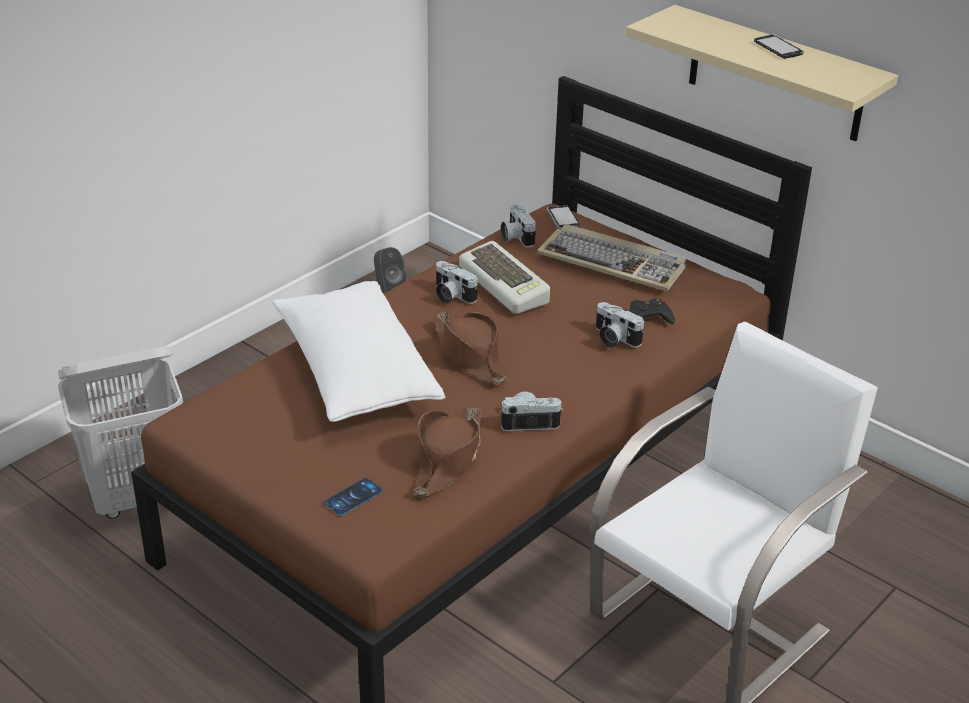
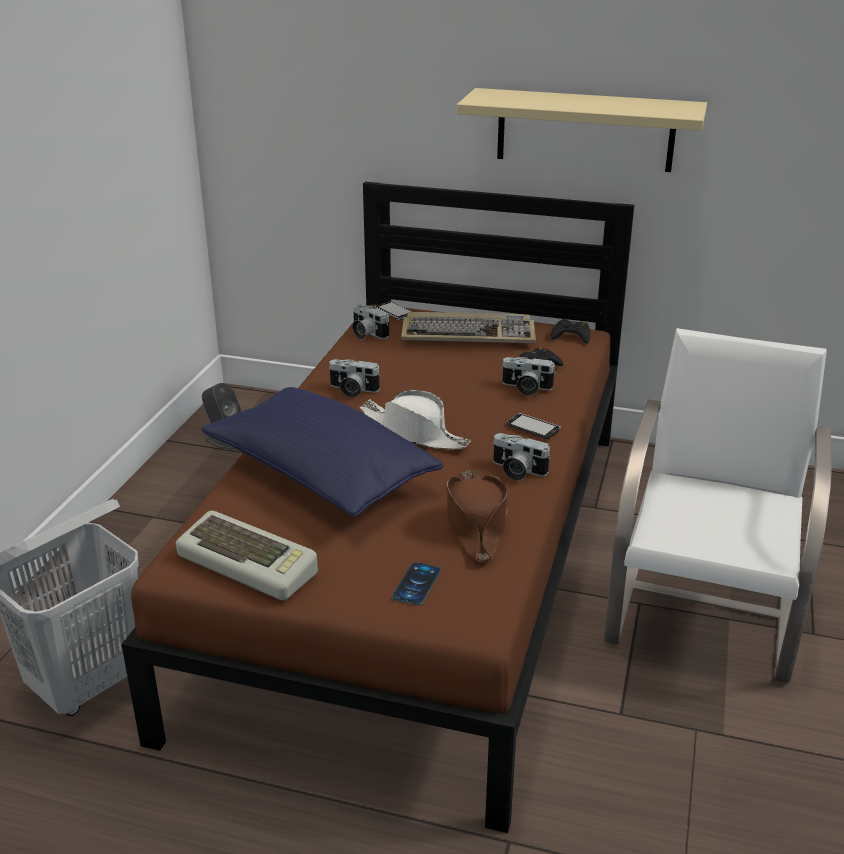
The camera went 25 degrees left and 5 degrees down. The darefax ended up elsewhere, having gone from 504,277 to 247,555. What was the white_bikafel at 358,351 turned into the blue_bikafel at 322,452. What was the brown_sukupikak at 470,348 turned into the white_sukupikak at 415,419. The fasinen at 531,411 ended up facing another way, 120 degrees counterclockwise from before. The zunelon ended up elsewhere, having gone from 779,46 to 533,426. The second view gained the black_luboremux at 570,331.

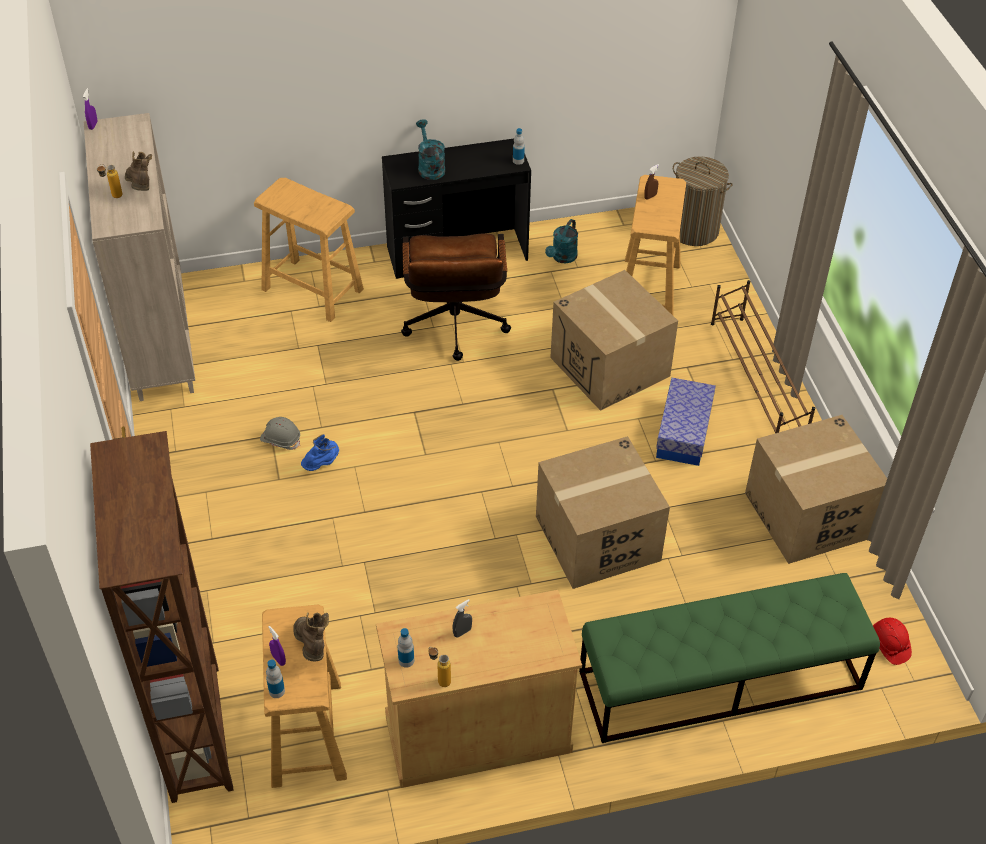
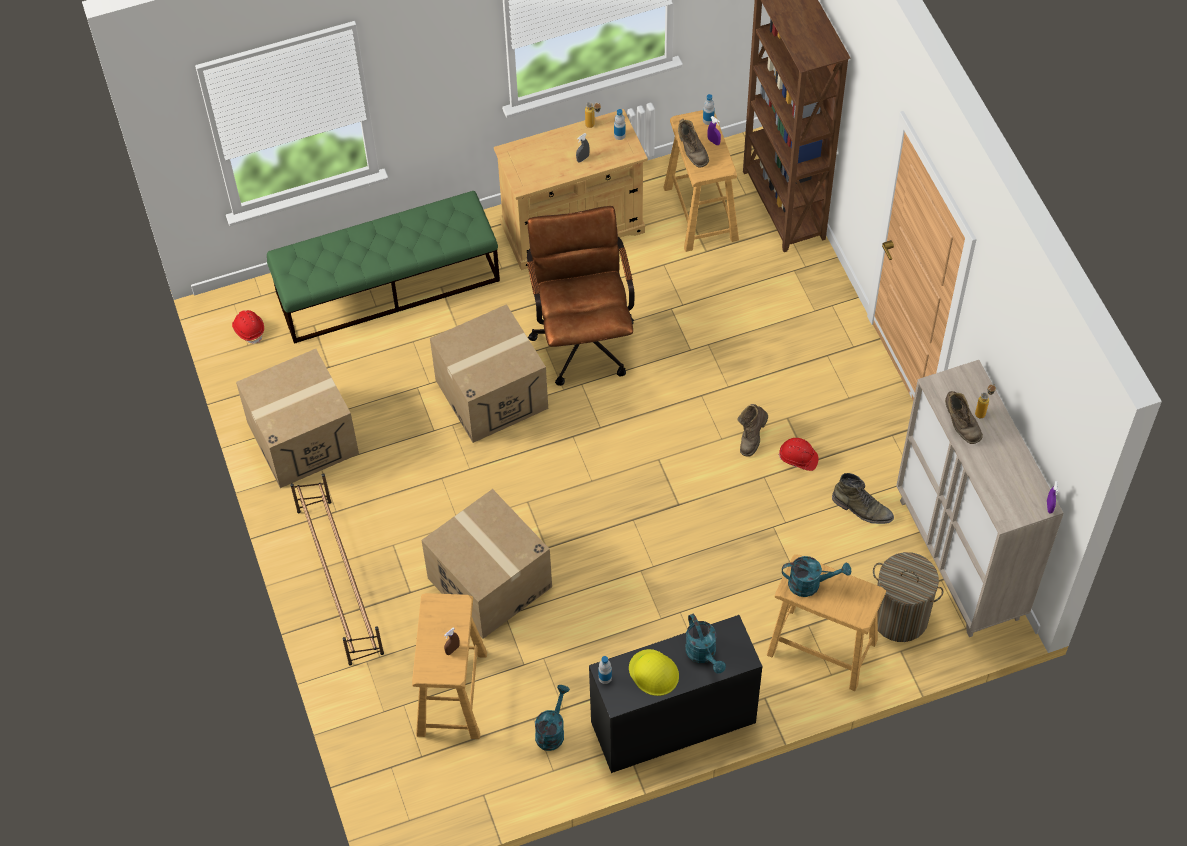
The camera went 175 degrees right and 10 degrees up. The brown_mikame ended up elsewhere, having gone from 456,297 to 581,296. The second view gained the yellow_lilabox at 654,672. What was the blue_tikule at 320,452 turned into the brown_tikule at 752,430. What was the grey_lilabox at 280,433 turned into the red_lilabox at 799,454. The second view gained the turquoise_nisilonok at 816,576. The second view gained the green_tikule at 863,498. The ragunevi ended up elsewhere, having gone from 703,201 to 908,597. The second view lost the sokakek at 686,422.

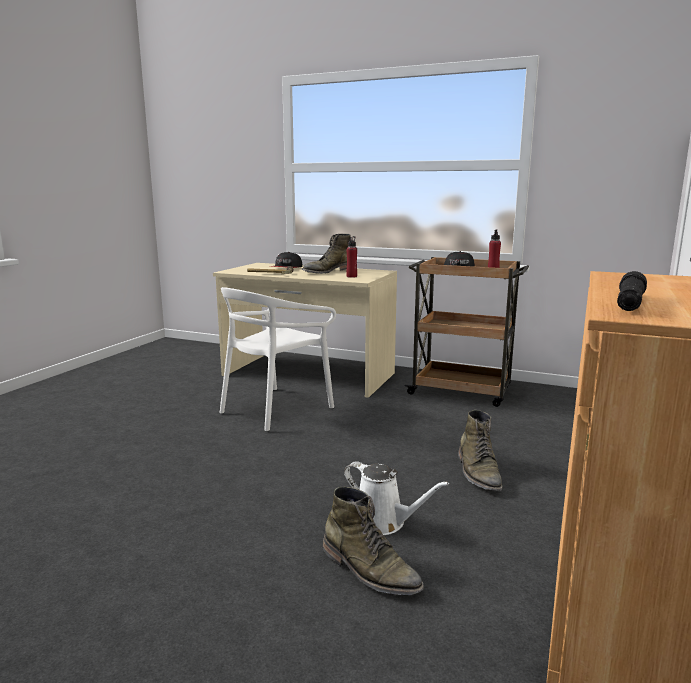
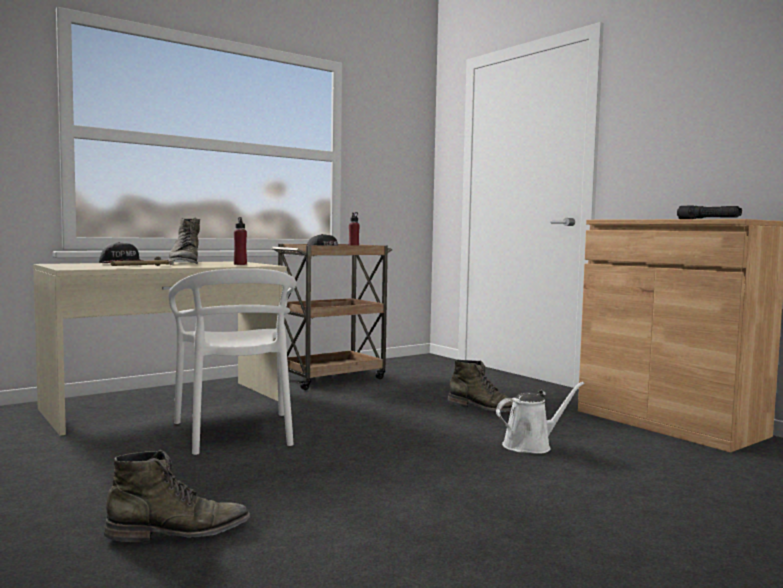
The camera went 60 degrees left and 10 degrees down. The green_tikule ended up elsewhere, having gone from 373,541 to 177,496.

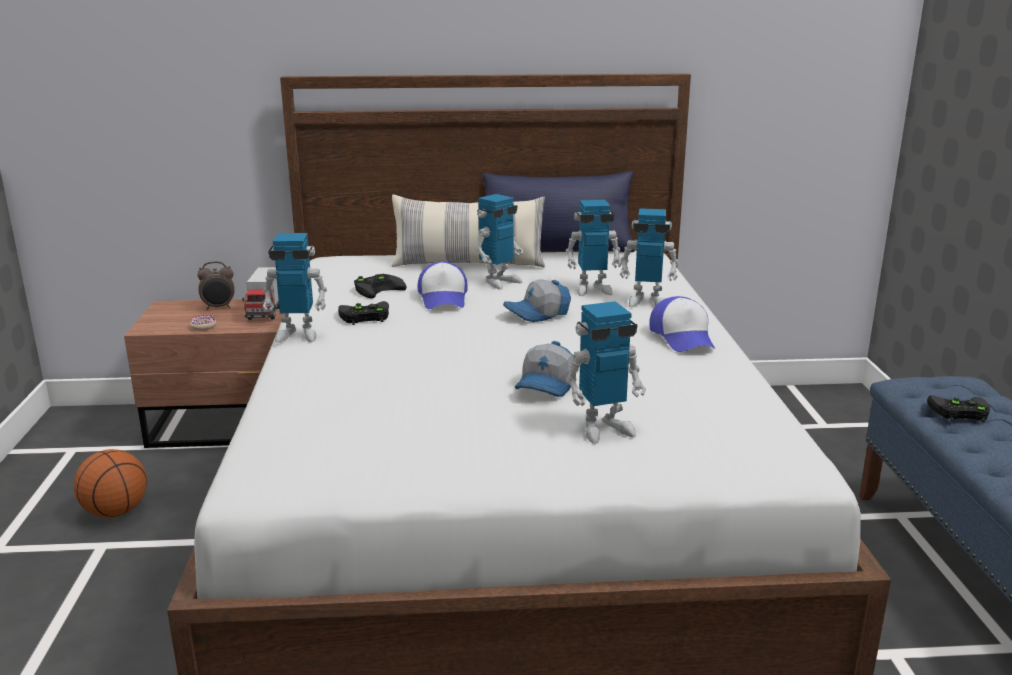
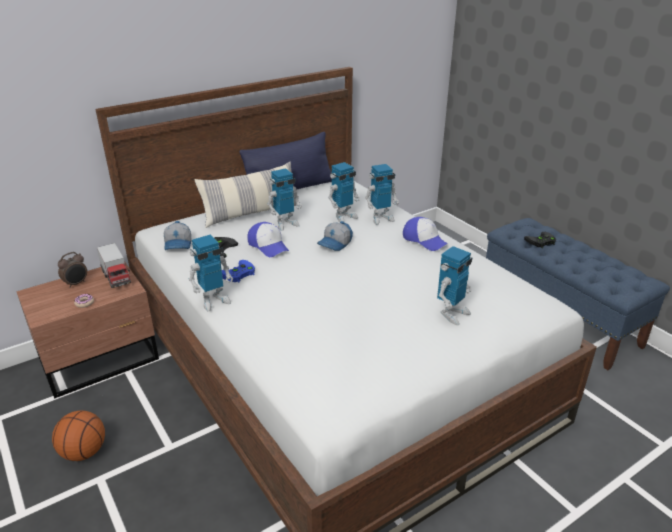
The camera went 30 degrees left and 10 degrees up. The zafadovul ended up elsewhere, having gone from 544,369 to 178,235. What was the black_luboremux at 363,313 turned into the blue_luboremux at 238,271. The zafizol at 499,242 ended up facing another way, 45 degrees clockwise from before.

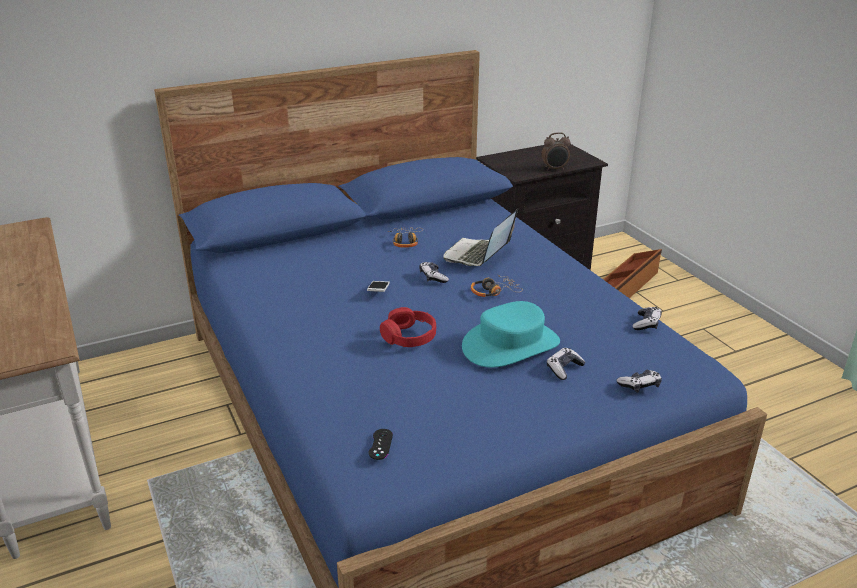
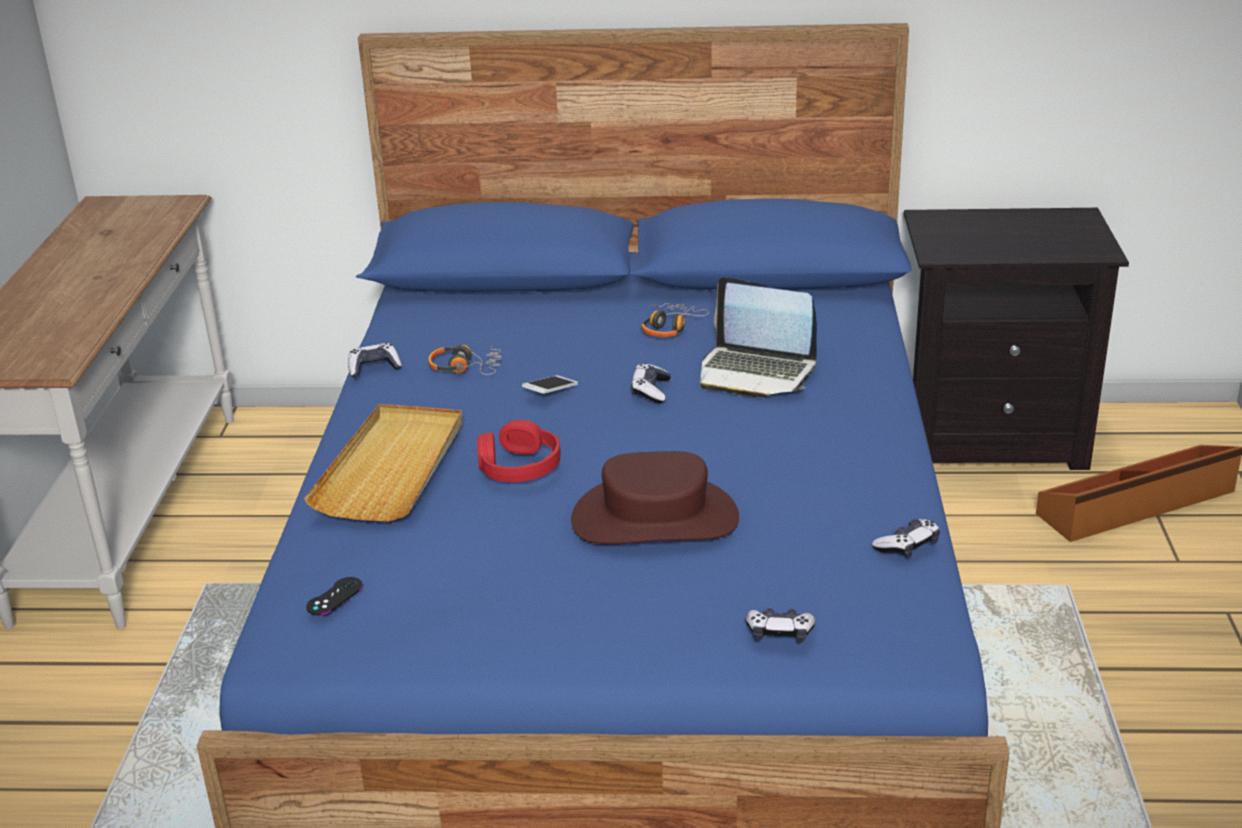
The camera went 30 degrees right and 0 degrees up. The second view gained the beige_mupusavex at 383,463. The luboremux ended up elsewhere, having gone from 566,364 to 375,360. The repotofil ended up elsewhere, having gone from 497,285 to 465,360. What was the turquoise_sukupikak at 511,334 turned into the brown_sukupikak at 655,497. The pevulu at 480,237 ended up facing another way, 120 degrees counterclockwise from before. The second view lost the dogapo at 556,151.

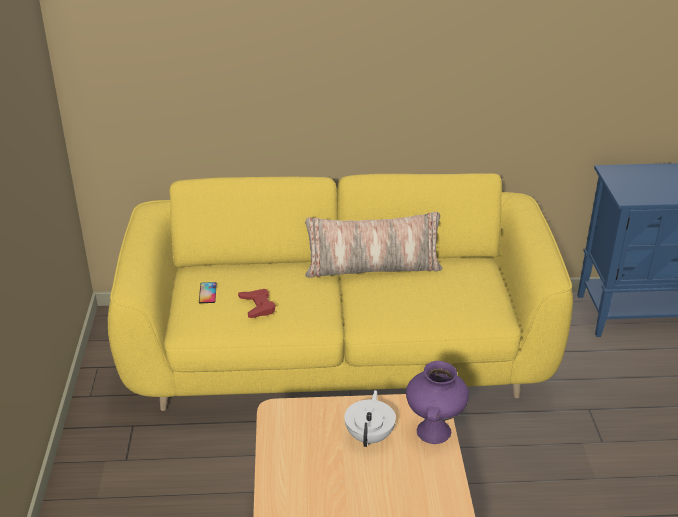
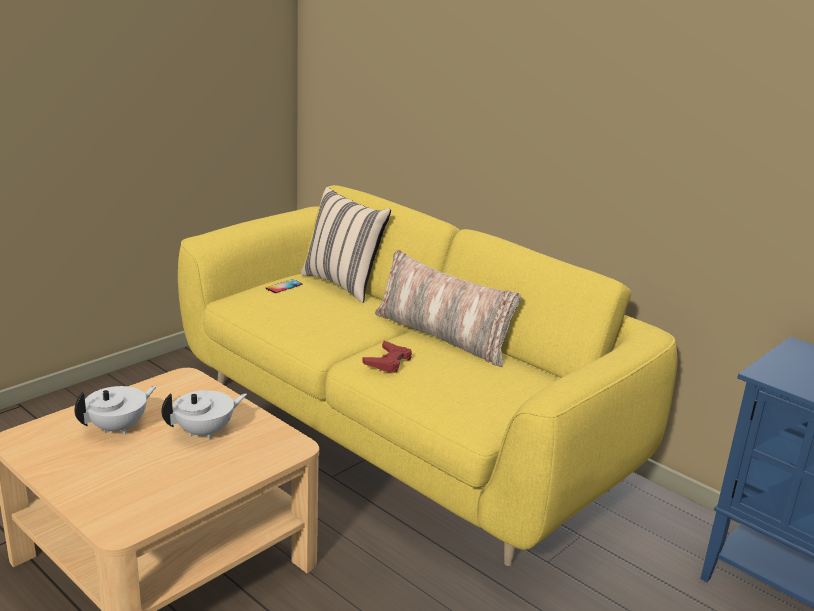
The camera went 45 degrees right and 10 degrees down. The second view gained the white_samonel at 115,410. The second view gained the beige_bikafel at 346,245. The red_luboremux ended up elsewhere, having gone from 257,303 to 387,357. The second view lost the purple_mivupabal at 437,402.

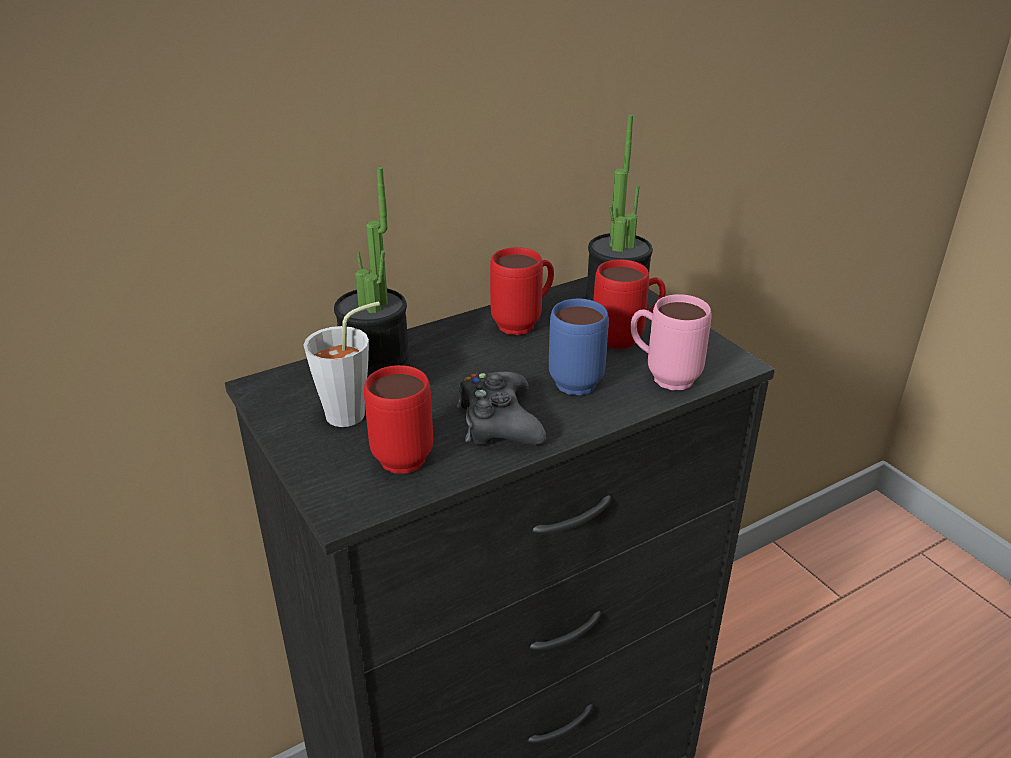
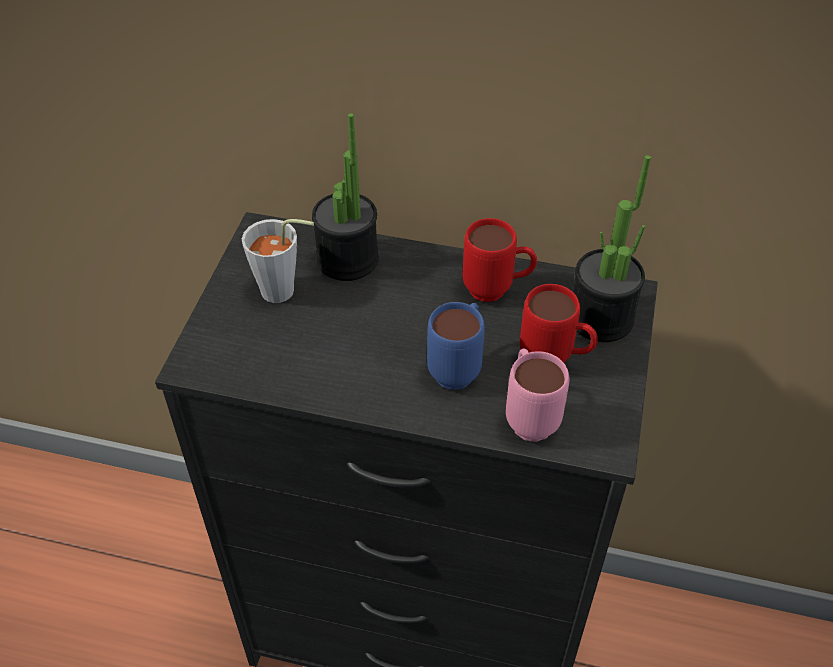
The camera went 45 degrees right and 15 degrees up. The second view lost the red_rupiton at 398,419. The second view lost the black_luboremux at 501,408.

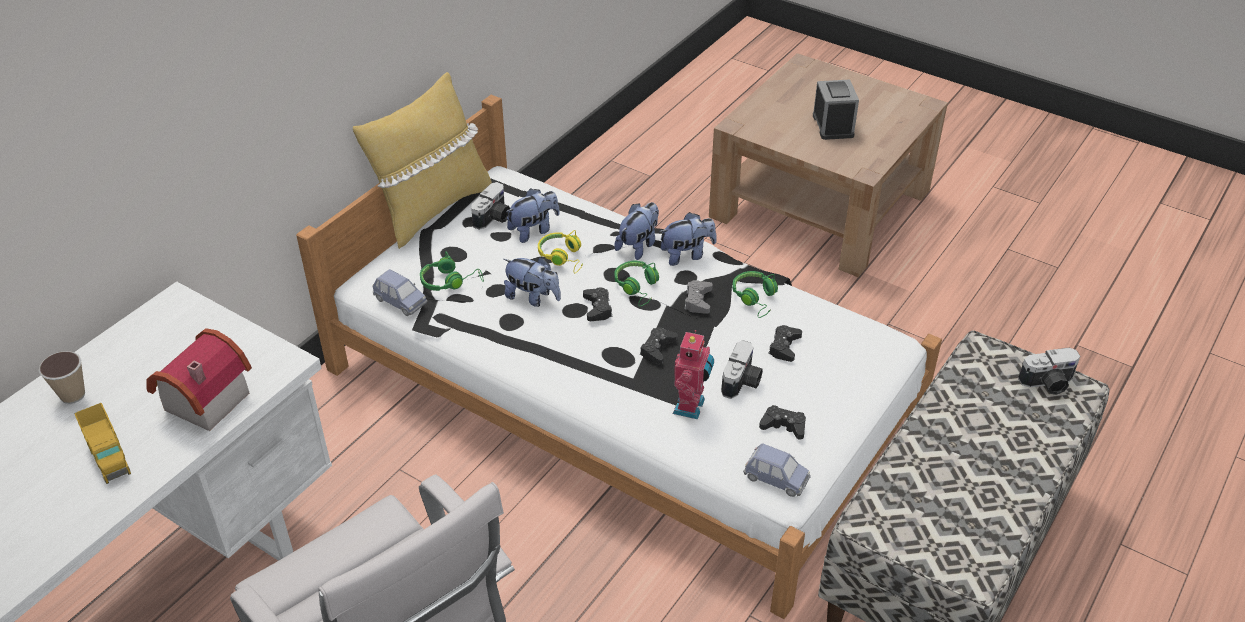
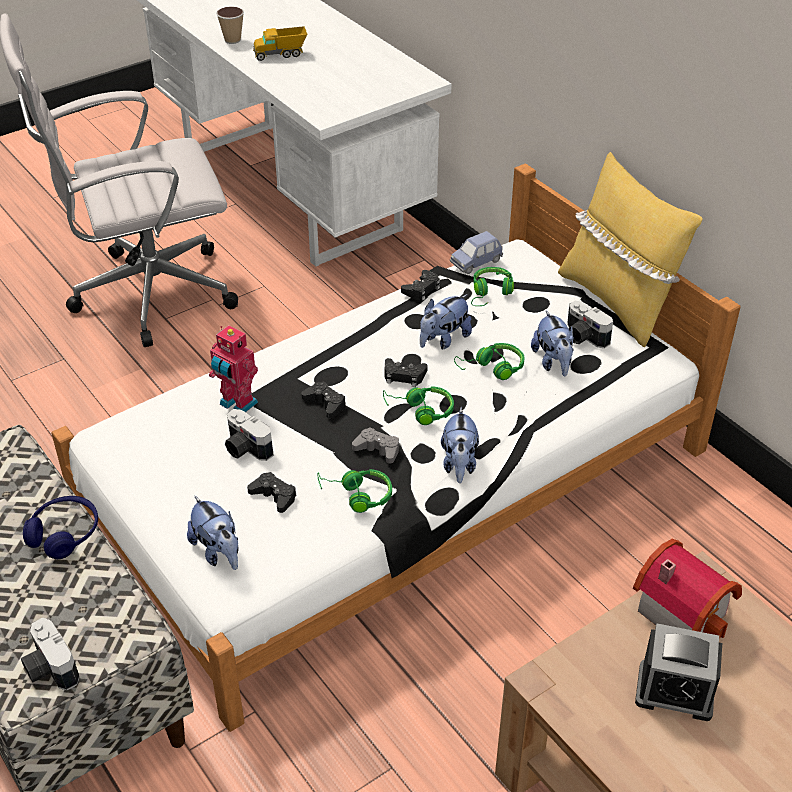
The camera went 110 degrees right and 0 degrees up. The fasinen at 1049,371 ended up facing another way, 45 degrees counterclockwise from before. The second view gained the blue_repotofil at 60,527. The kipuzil ended up elsewhere, having gone from 636,231 to 213,533. The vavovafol ended up elsewhere, having gone from 62,377 to 230,25. The black_luboremux ended up elsewhere, having gone from 782,422 to 420,285. What was the yellow_repotofil at 561,251 turned into the green_repotofil at 489,361. The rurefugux ended up elsewhere, having gone from 199,379 to 687,588. The second view lost the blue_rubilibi at 777,470.

